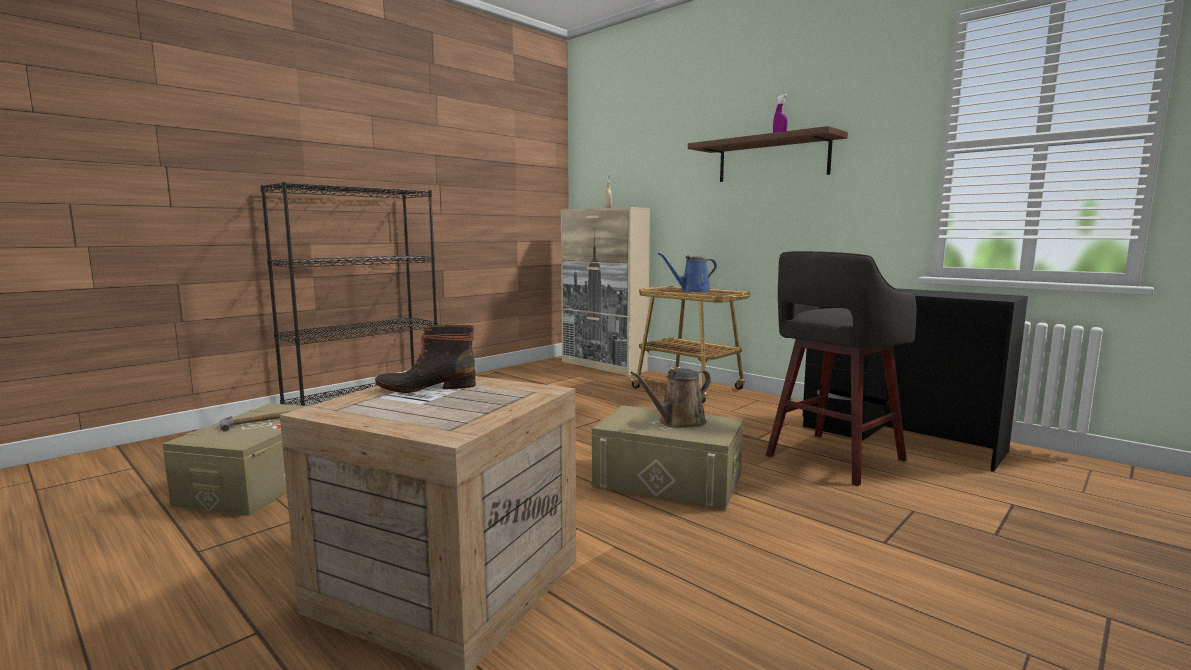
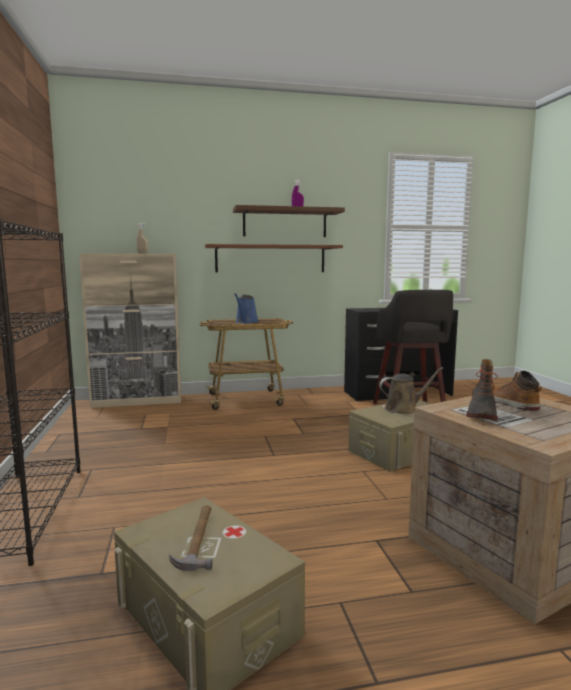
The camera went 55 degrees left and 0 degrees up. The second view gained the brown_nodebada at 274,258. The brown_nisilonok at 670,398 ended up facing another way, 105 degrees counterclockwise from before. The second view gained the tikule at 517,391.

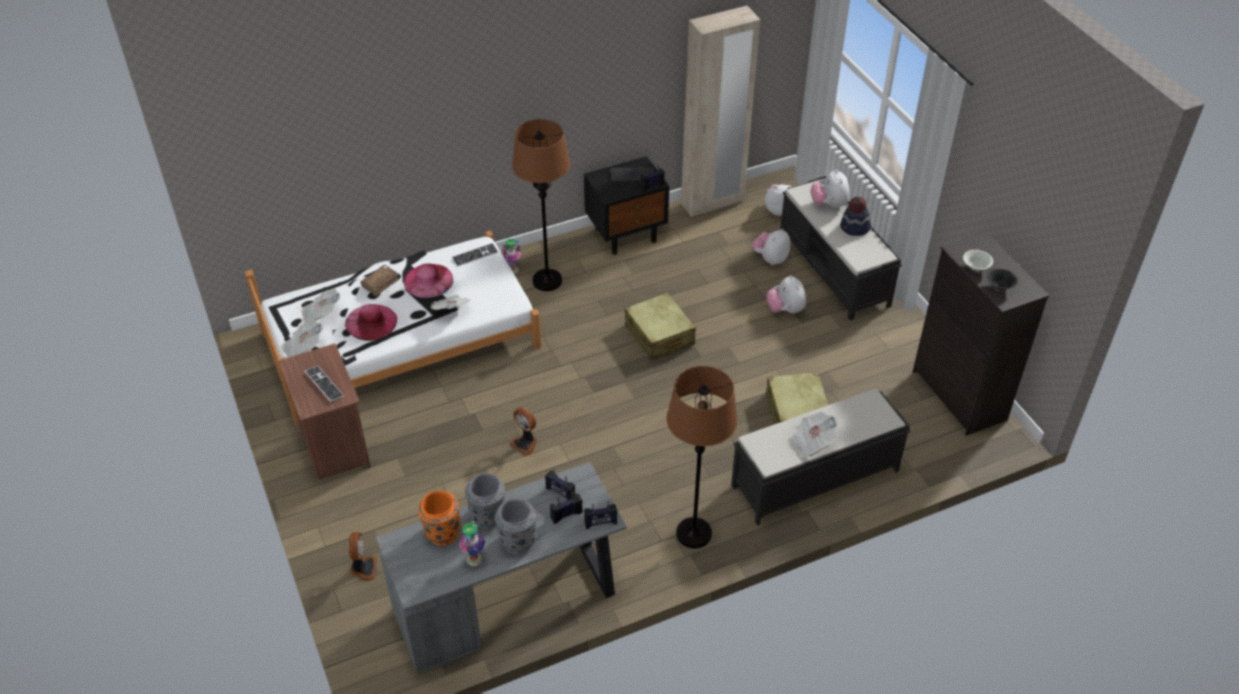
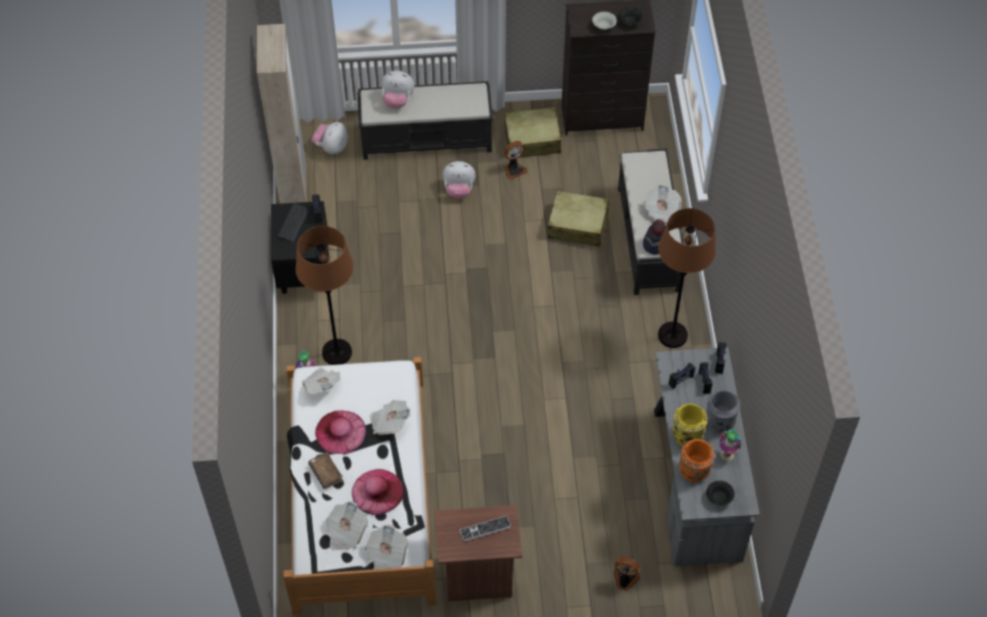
The camera went 70 degrees left and 10 degrees up. Where the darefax stood at 475,255, the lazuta came to stand at 321,381. The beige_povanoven ended up elsewhere, having gone from 660,326 to 533,132. The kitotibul ended up elsewhere, having gone from 523,431 to 516,160. The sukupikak ended up elsewhere, having gone from 855,216 to 654,237. What was the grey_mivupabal at 485,501 turned into the yellow_mivupabal at 690,425. The second view gained the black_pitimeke at 720,493. The second view lost the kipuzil at 771,247.

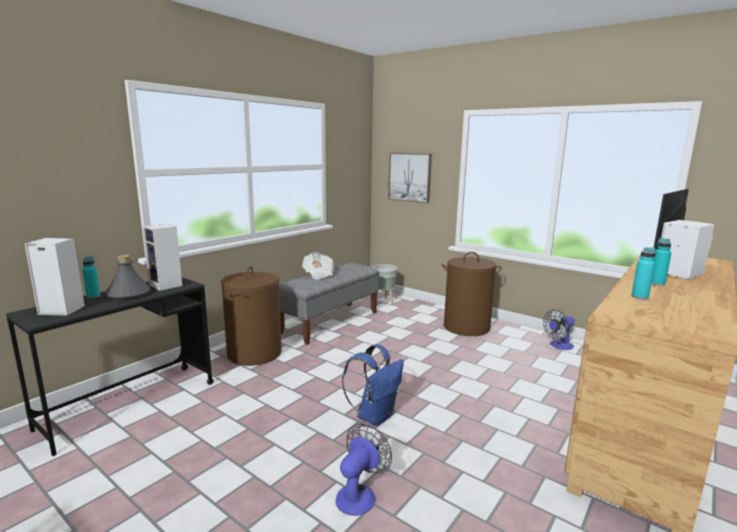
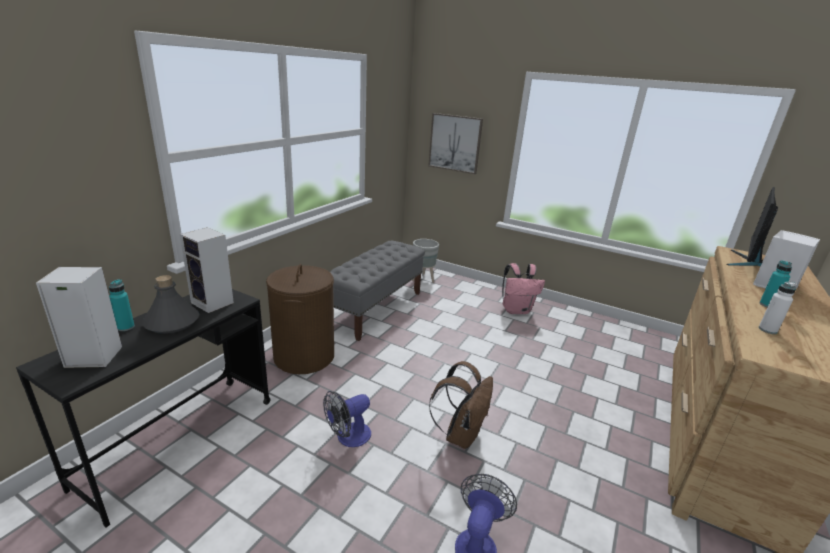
The camera went 10 degrees left and 10 degrees up. The kitotibul ended up elsewhere, having gone from 559,329 to 347,419. What was the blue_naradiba at 373,385 turned into the brown_naradiba at 461,405. Where the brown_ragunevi stood at 472,294, the pink_naradiba came to stand at 523,288. What was the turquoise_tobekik at 643,273 turned into the white_tobekik at 778,307. The second view lost the lazuta at 318,266.

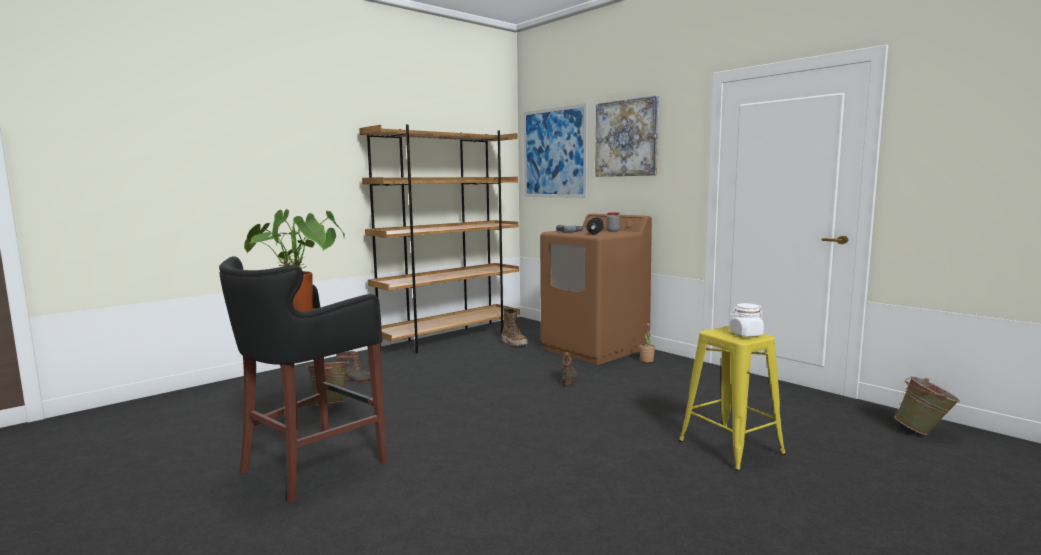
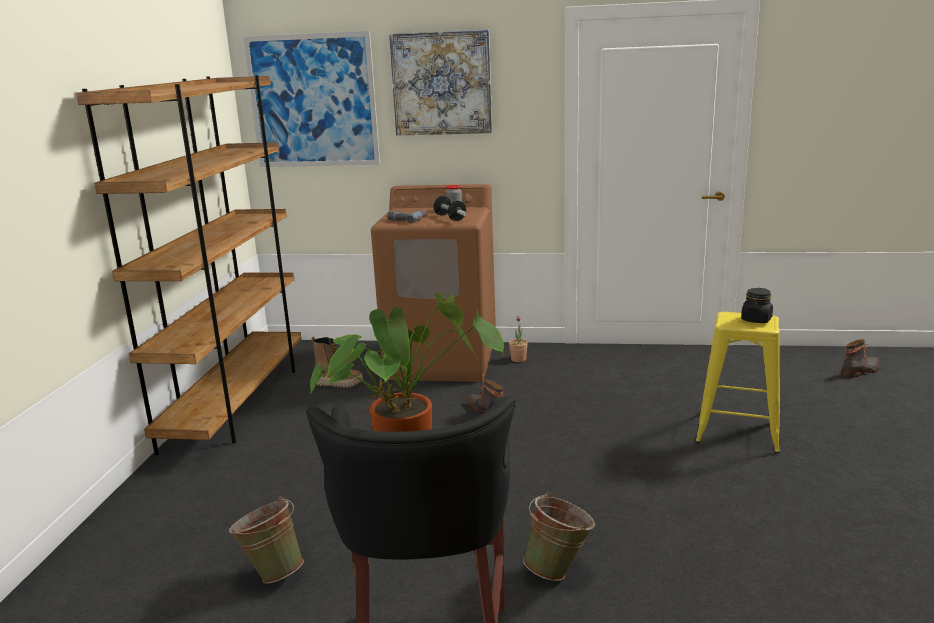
The camera went 40 degrees left and 10 degrees up. The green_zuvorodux ended up elsewhere, having gone from 927,405 to 559,536. What was the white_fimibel at 747,320 turned into the black_fimibel at 757,305. The tikule ended up elsewhere, having gone from 353,366 to 860,358.

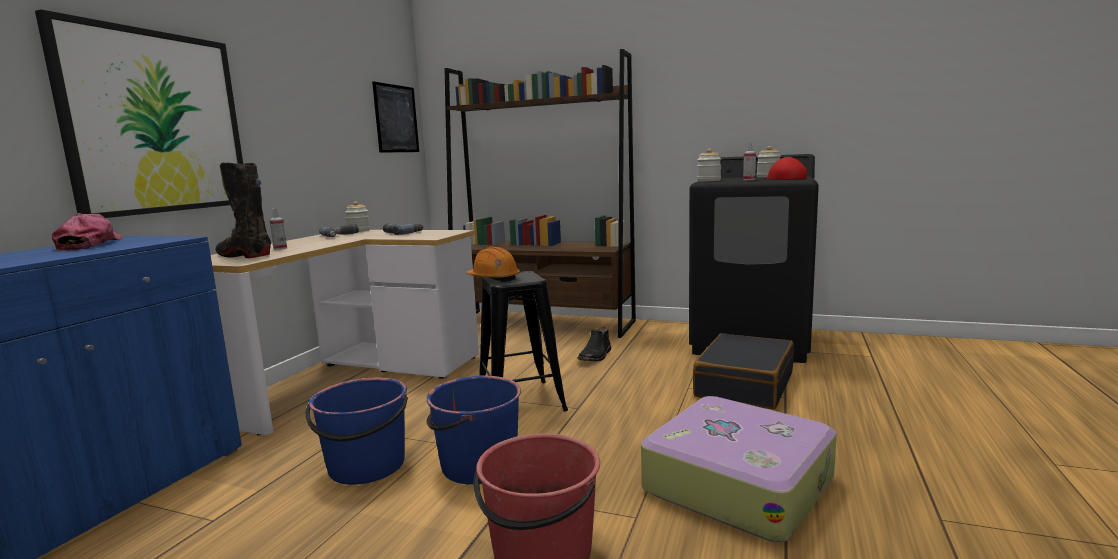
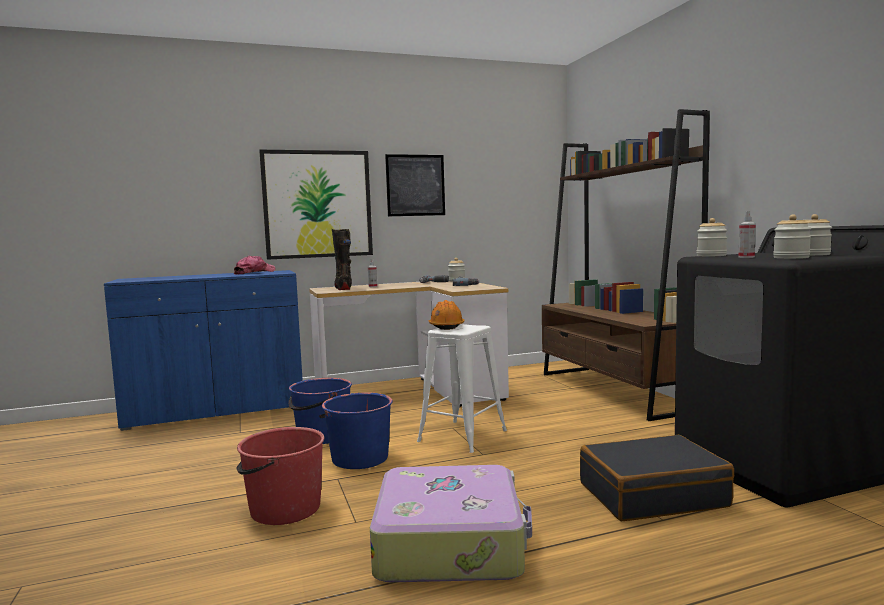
The camera went 50 degrees right and 5 degrees down. The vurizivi ended up elsewhere, having gone from 395,117 to 415,185. What was the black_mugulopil at 524,341 turned into the white_mugulopil at 462,388. Where the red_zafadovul stood at 786,168, the fimibel came to stand at 792,236. The second view lost the black_tikule at 594,344.

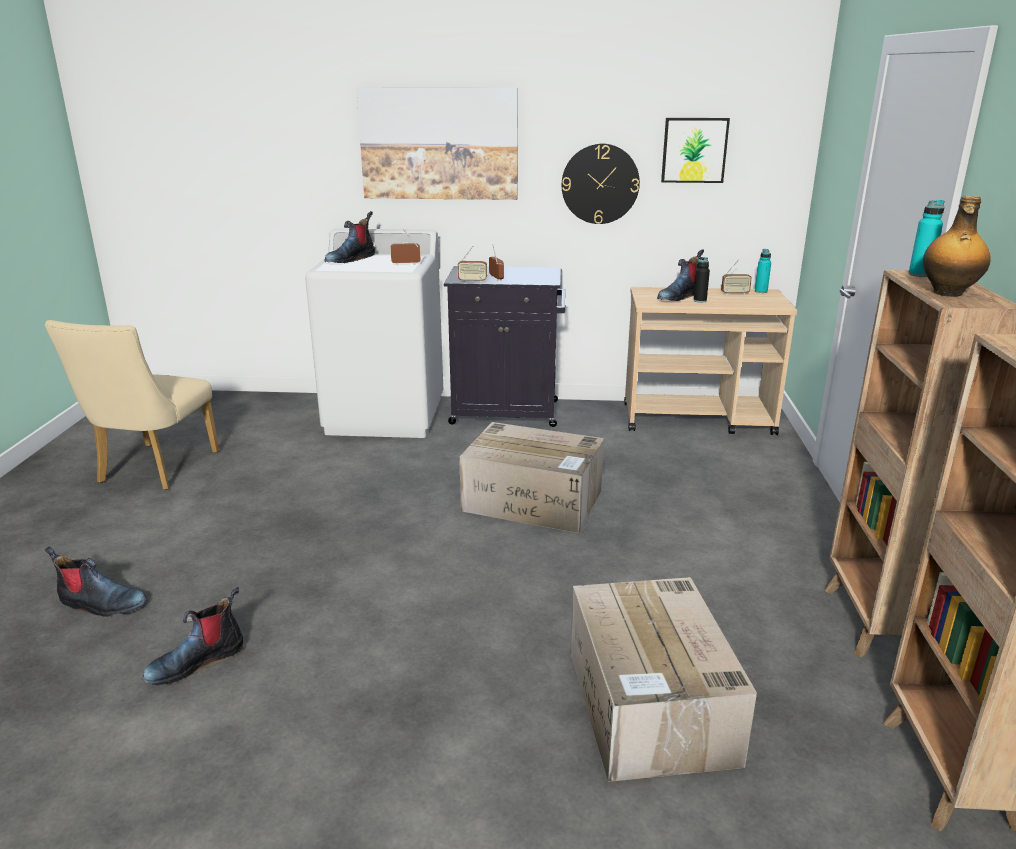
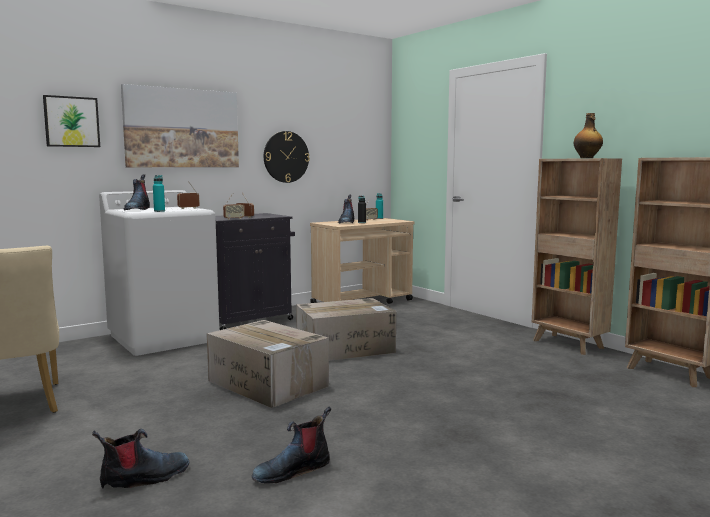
The camera went 40 degrees left and 15 degrees down. The vurizivi ended up elsewhere, having gone from 695,150 to 71,121. The turquoise_tobekik ended up elsewhere, having gone from 926,238 to 159,193. The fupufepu ended up elsewhere, having gone from 663,679 to 268,364. The tikule at 193,636 ended up facing another way, 45 degrees clockwise from before.

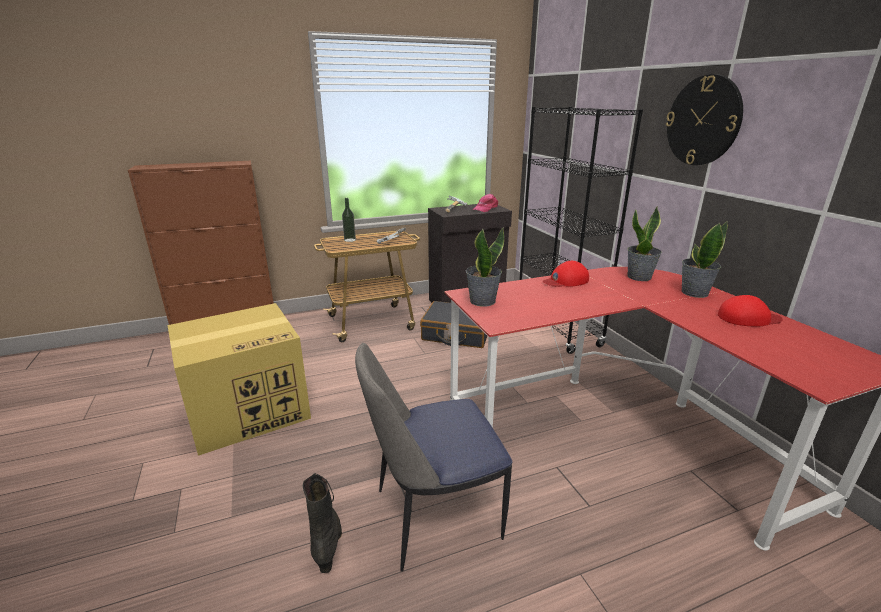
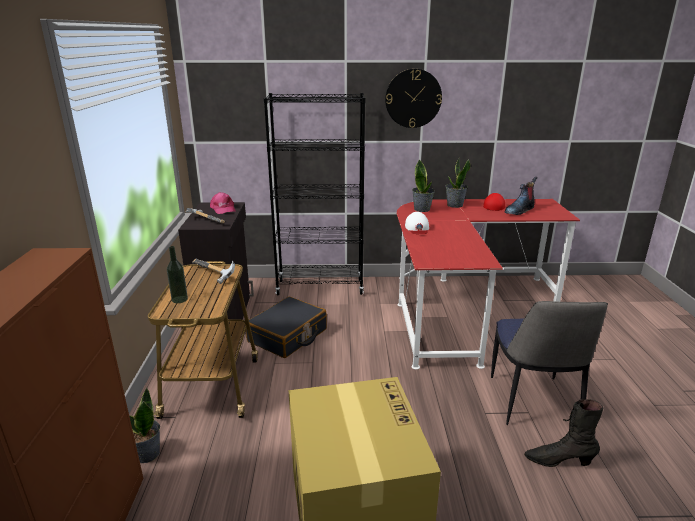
The camera went 70 degrees left and 0 degrees up. The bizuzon ended up elsewhere, having gone from 485,267 to 144,425. What was the red_zafadovul at 566,274 turned into the white_zafadovul at 417,223. The second view gained the tikule at 521,196.

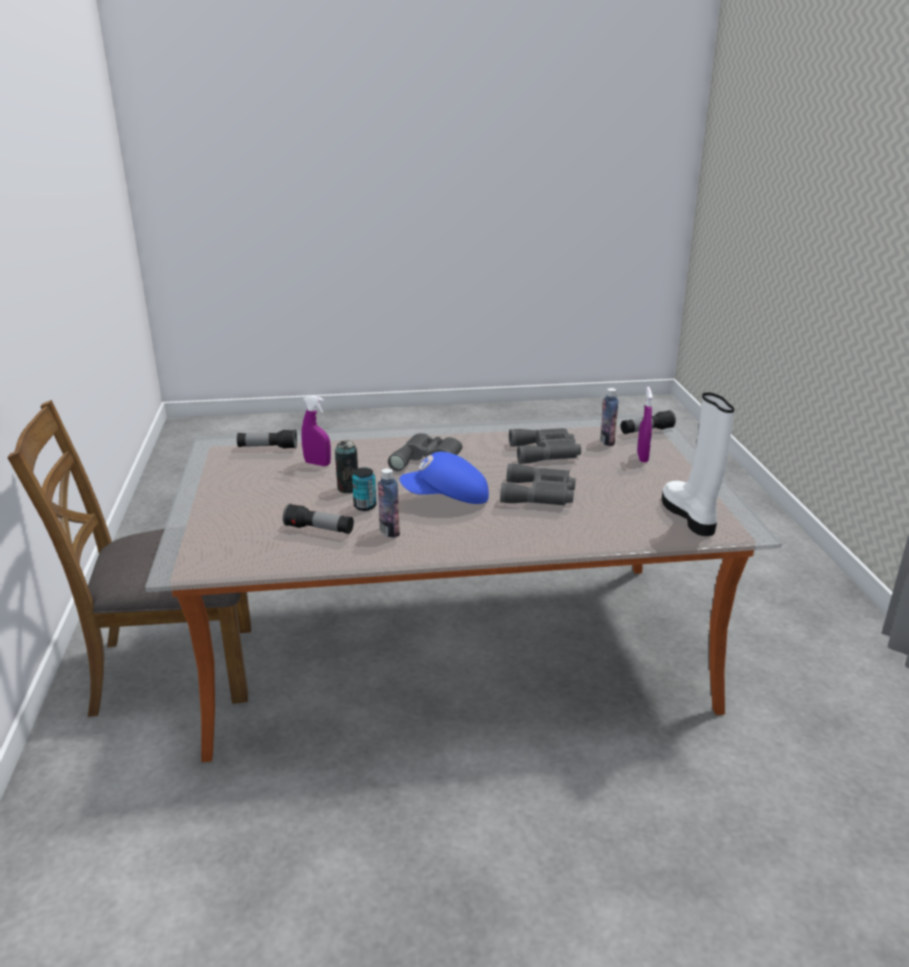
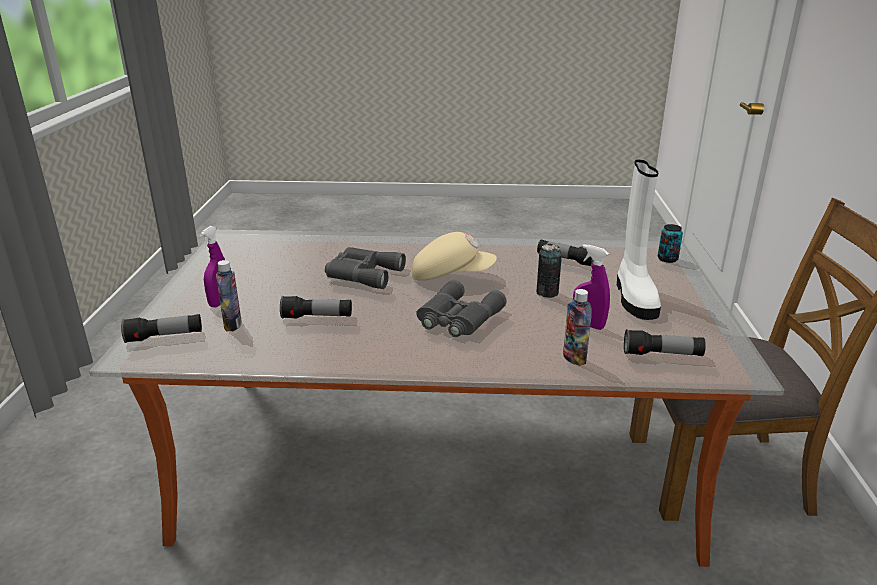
The camera went 170 degrees left and 0 degrees up. Where the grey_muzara stood at 545,446, the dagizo came to stand at 316,307. What was the blue_zafadovul at 444,478 turned into the beige_zafadovul at 454,256. The tobekik ended up elsewhere, having gone from 389,503 to 577,327. The white_tikule ended up elsewhere, having gone from 698,464 to 639,240. The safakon ended up elsewhere, having gone from 364,489 to 670,243.

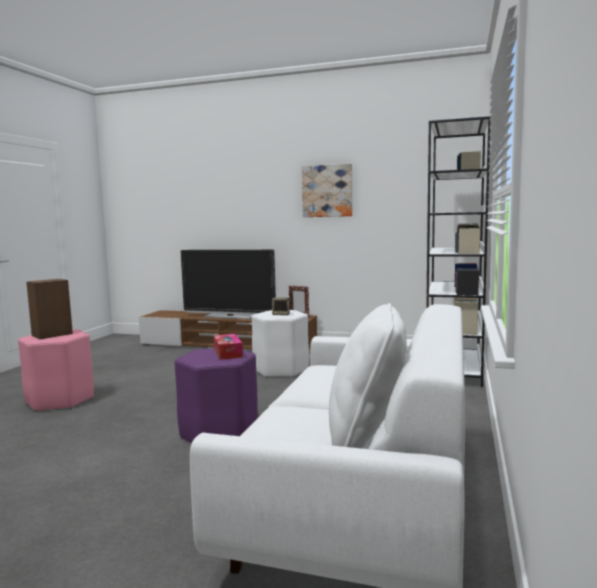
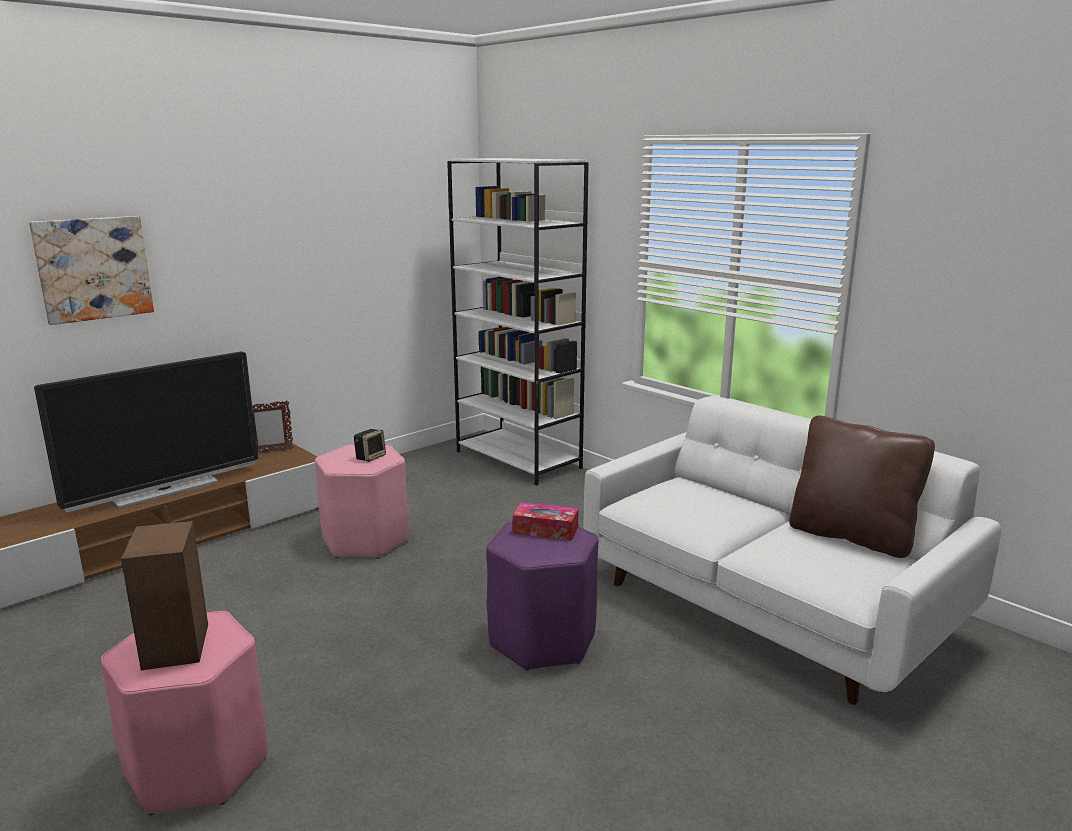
The camera went 60 degrees left and 10 degrees up. The vurizivi ended up elsewhere, having gone from 327,190 to 91,270. What was the white_mugulopil at 280,344 turned into the pink_mugulopil at 362,502. What was the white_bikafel at 368,375 turned into the brown_bikafel at 862,486.

